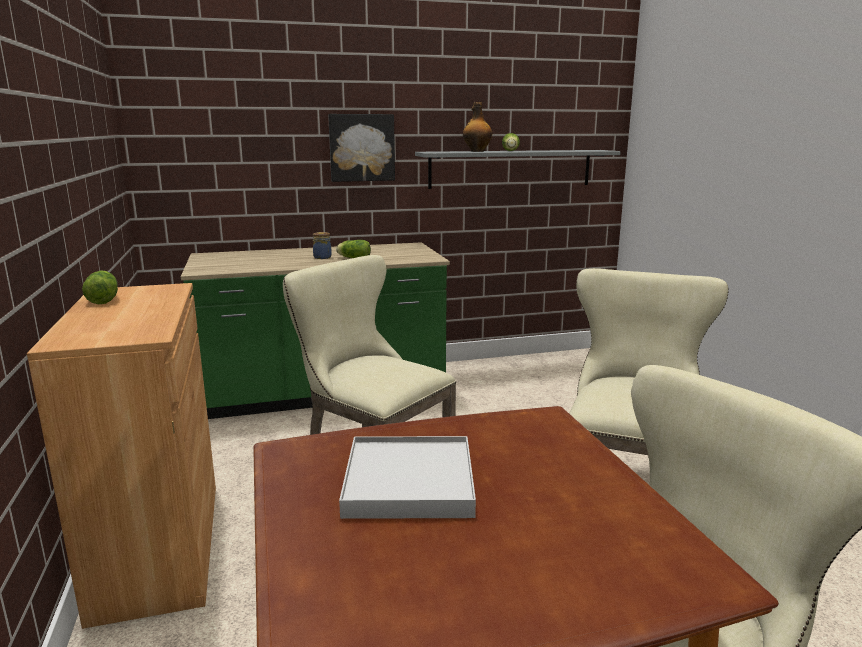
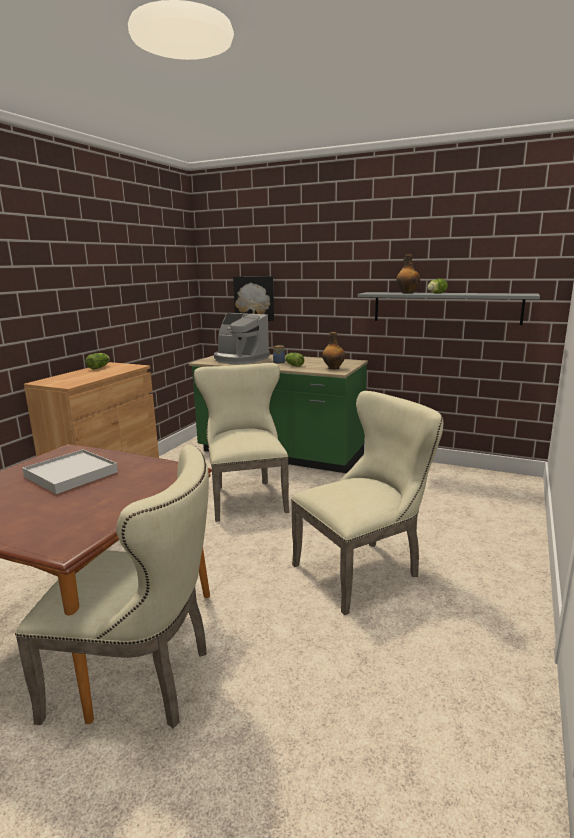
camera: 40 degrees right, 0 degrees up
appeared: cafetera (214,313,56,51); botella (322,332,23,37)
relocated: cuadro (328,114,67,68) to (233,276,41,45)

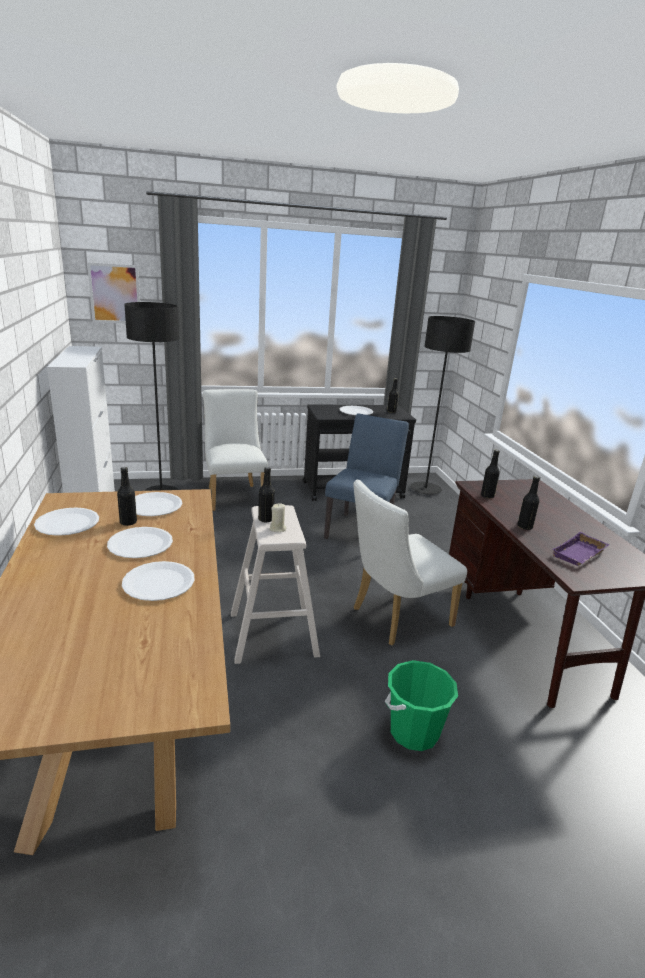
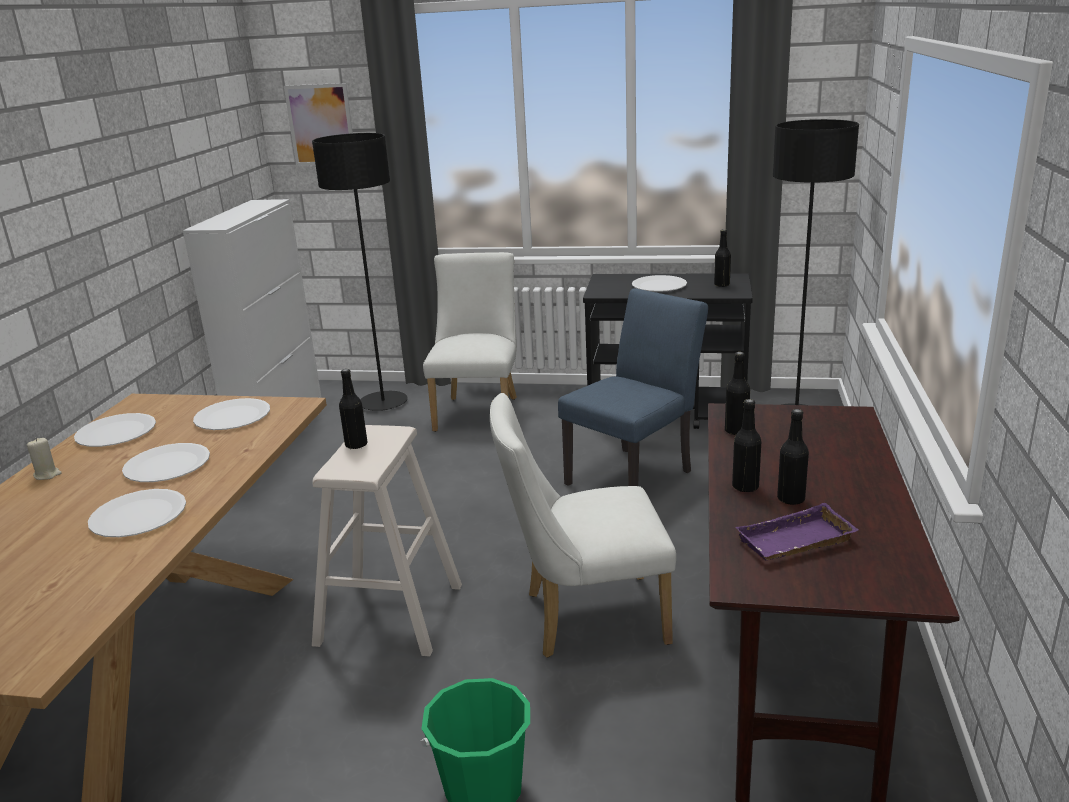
camera: 25 degrees right, 0 degrees up
relocated: botella/negro (117,467,20,59) to (777,409,32,96); vela/beis (269,503,18,29) to (27,438,35,42)

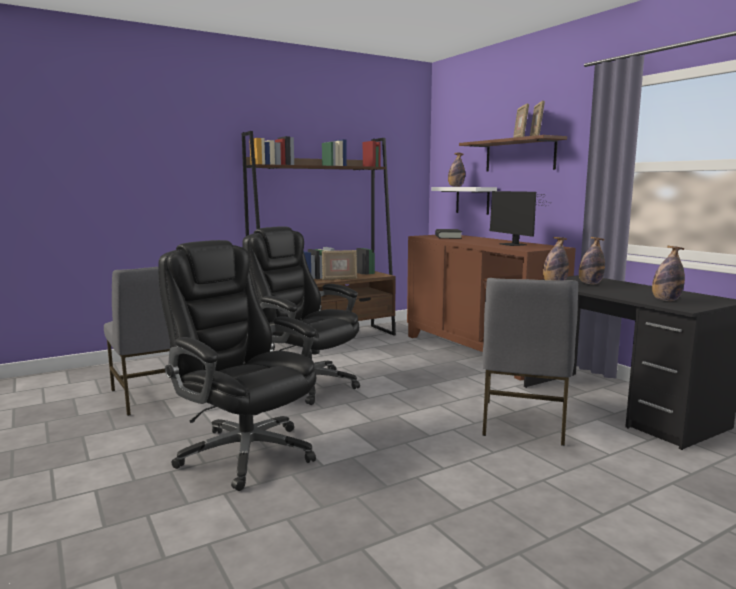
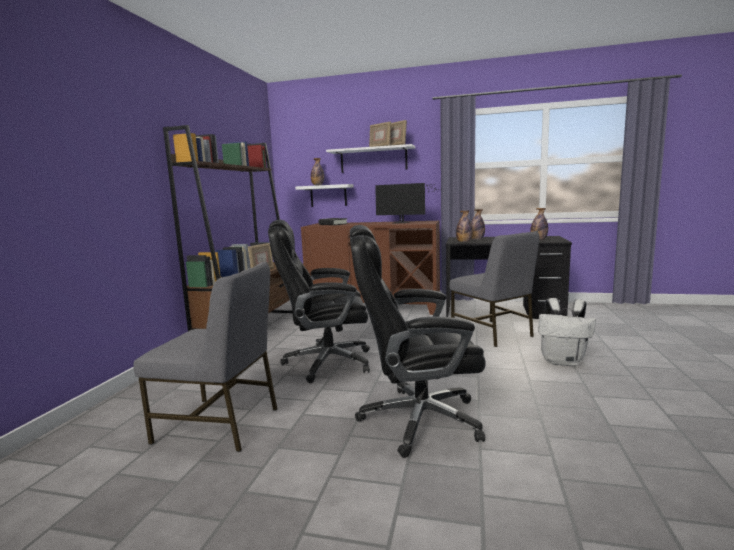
camera: 45 degrees left, 0 degrees up
appeared: mochila/blanco (538,298,58,68)
colour: estante/marrón (459,135,108,37) to estante/blanco (326,144,89,29)

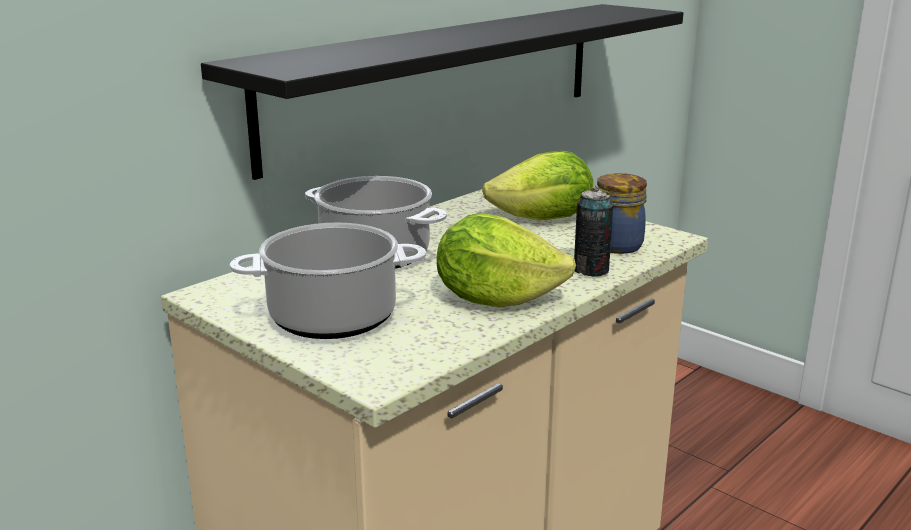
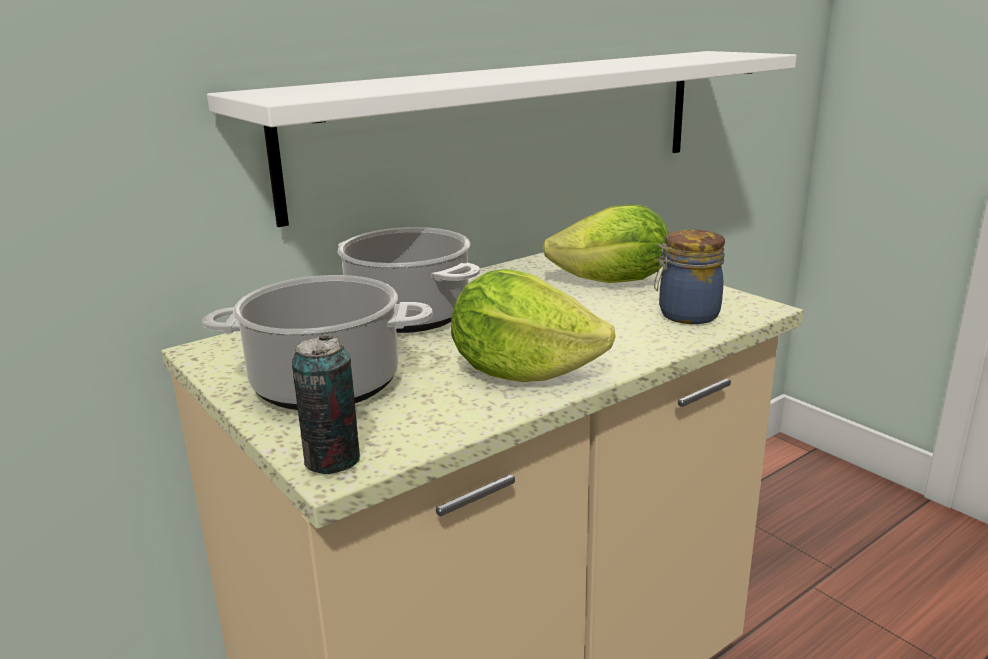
camera: 10 degrees right, 0 degrees up
relocated: lata (574,189,39,88) to (292,336,68,138)
colour: estante/negro (201,4,482,176) to estante/blanco (207,51,590,176)

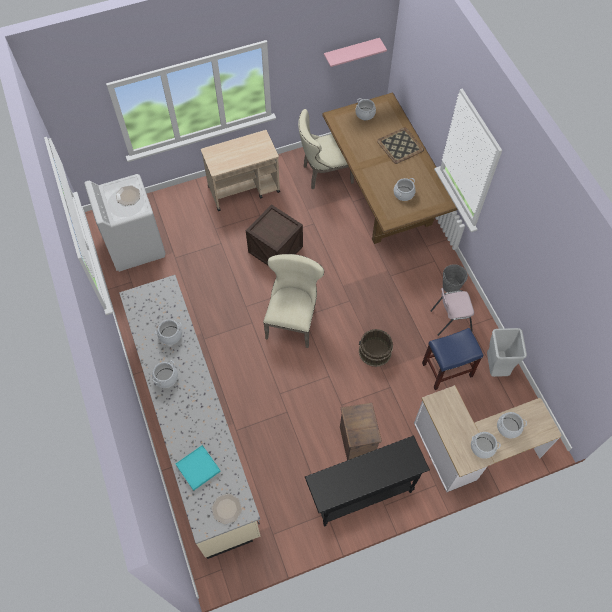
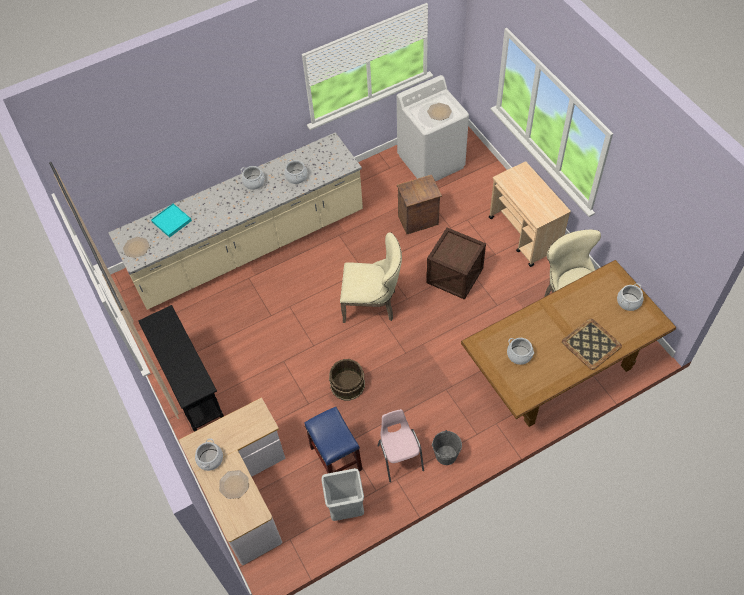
camera: 85 degrees right, 5 degrees down
missing: estante/rosa (324,38,63,29)
relocated: caja de embalaje (340,403,42,57) to (397,175,45,59)
exchanged: olla (497,412,30,26) to plato (219,470,30,29)

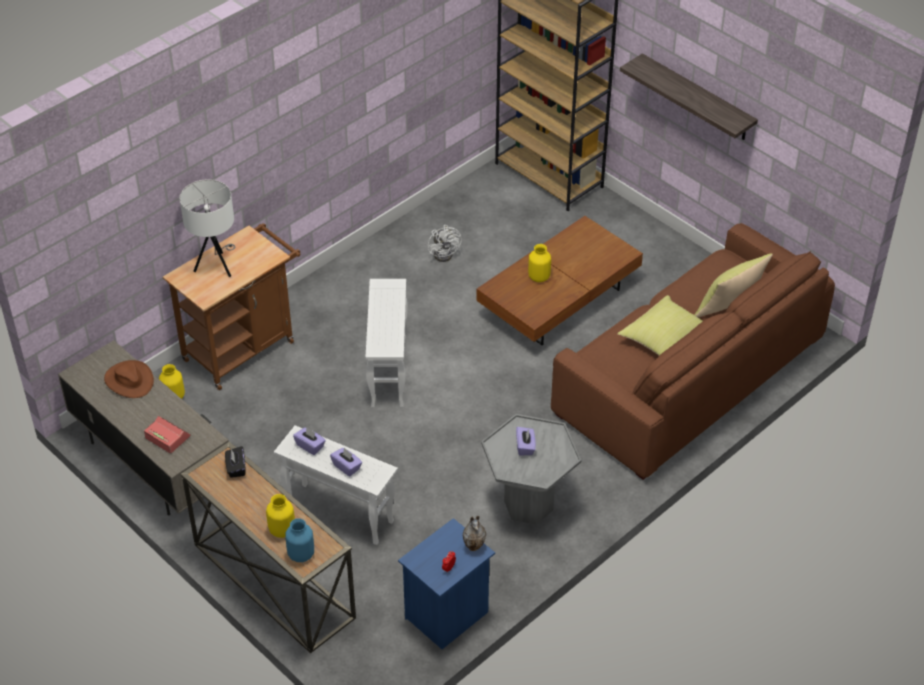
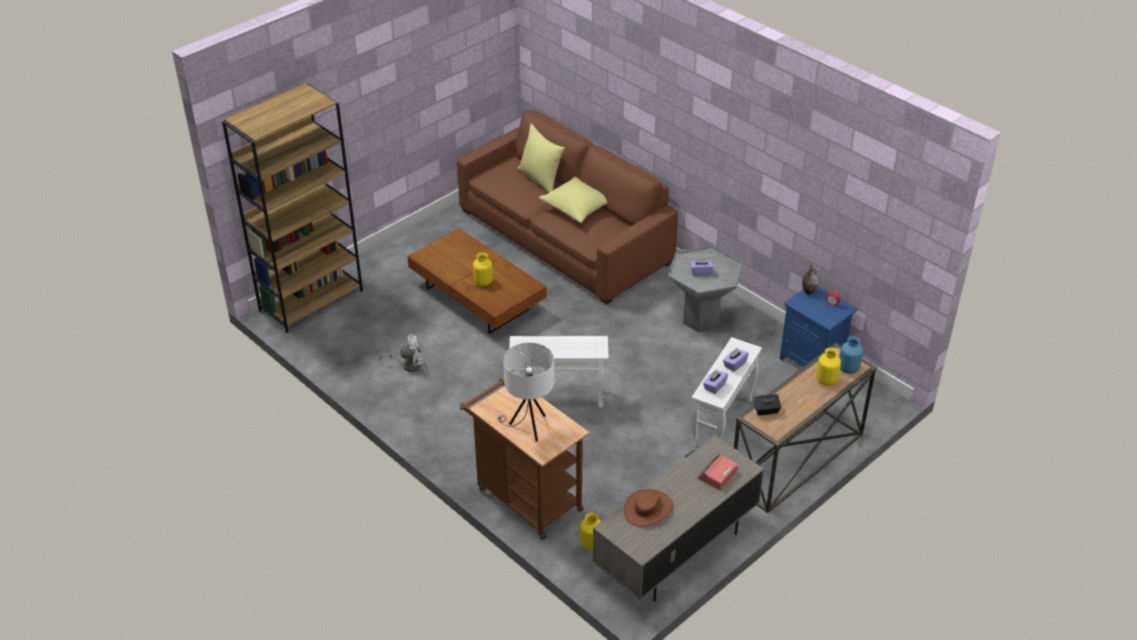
camera: 90 degrees left, 5 degrees down
missing: estante (620,53,138,87)

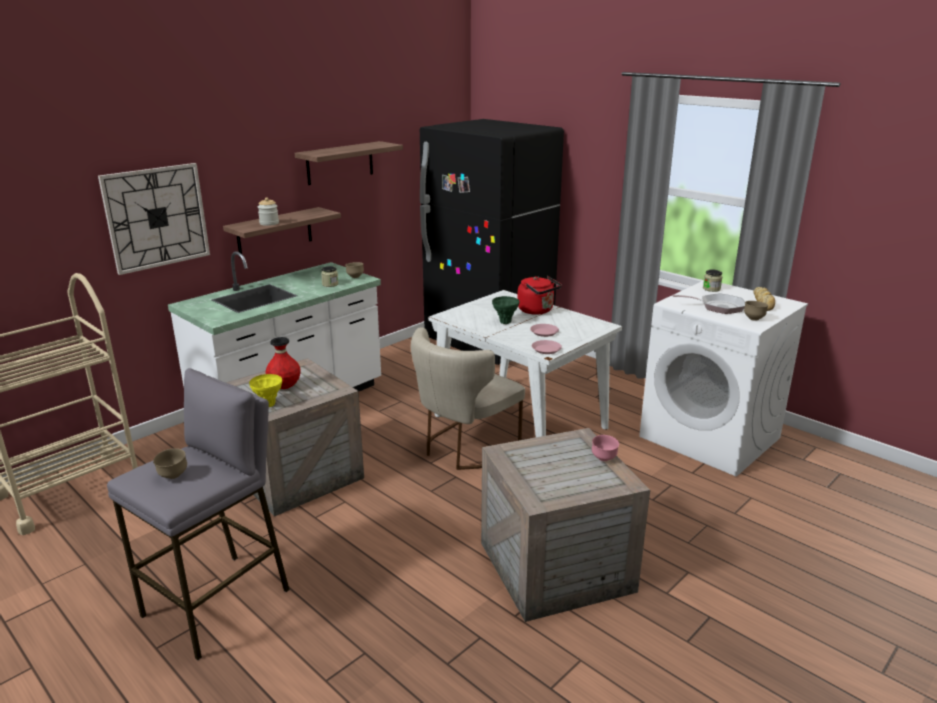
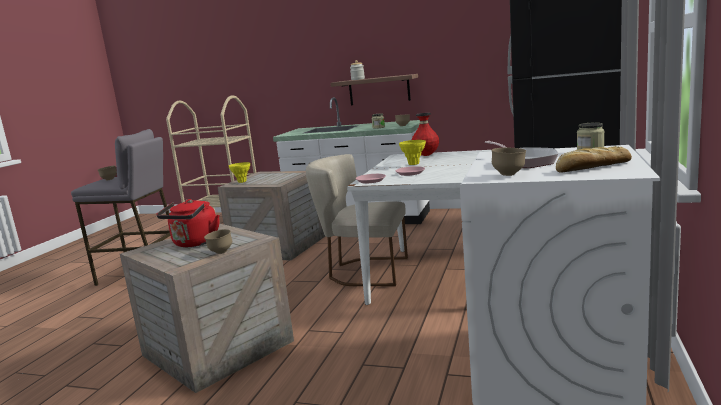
camera: 65 degrees right, 10 degrees down
missing: reloj de pared (98,163,112,112); estante (295,141,108,44)
relocated: florero/rojo (265,337,36,52) to (412,113,27,43); hervidor/rojo (517,276,45,39) to (156,199,64,48)
colour: florero/verde (492,296,27,28) to florero/amarillo (399,140,27,25); cuenco/rosa (592,435,27,26) to cuenco/marrón (204,229,28,25)

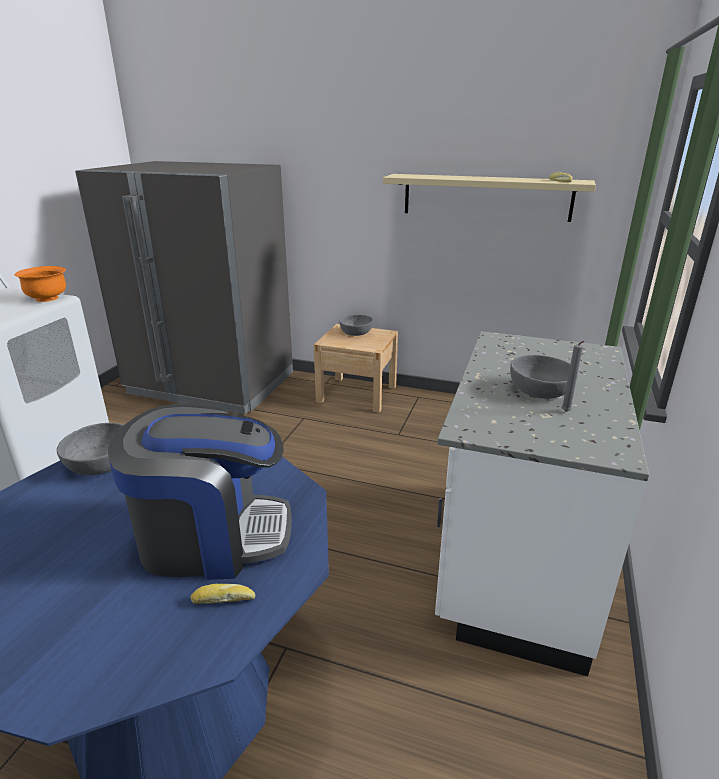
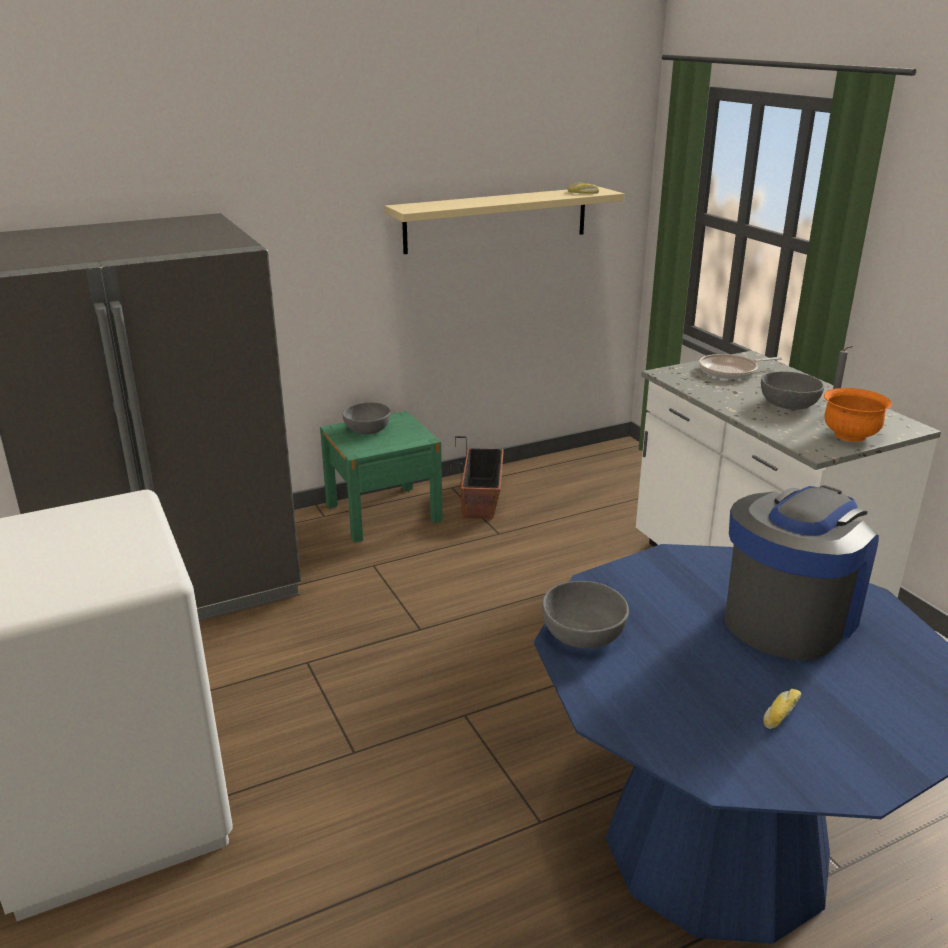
camera: 45 degrees left, 0 degrees up
appeared: maceta (450,436,54,83); sartén (699,354,84,25)
relocated: cuenco/naranja (15,266,51,36) to (824,388,68,54); pan (190,584,65,20) to (763,689,39,40)
colour: mesita de noche/beis (314,324,84,89) to mesita de noche/verde (320,411,123,131)

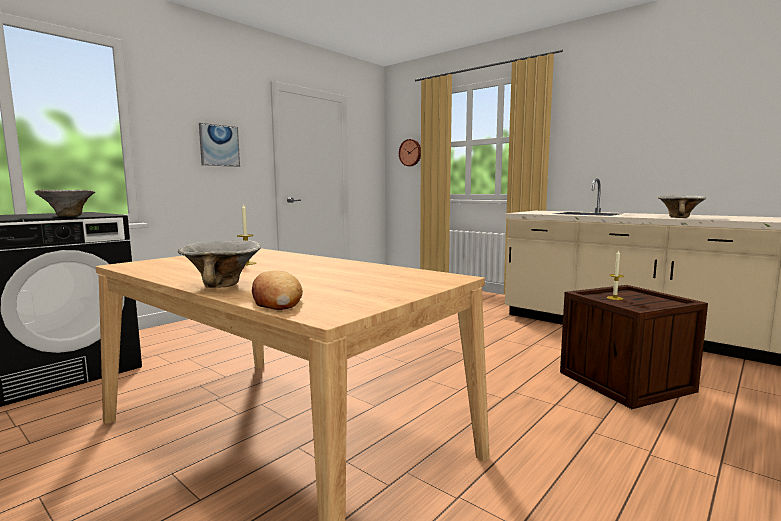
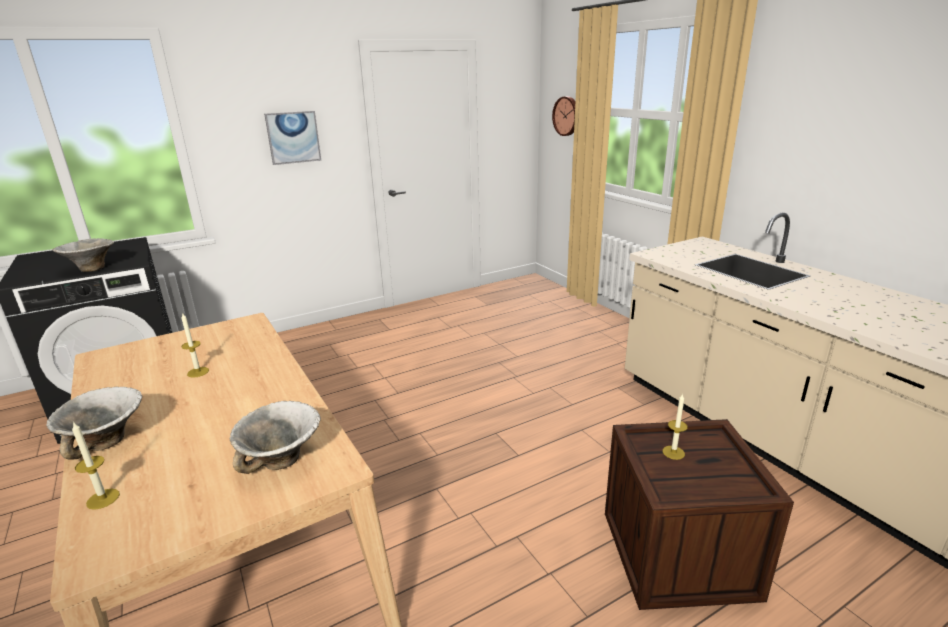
camera: 20 degrees right, 15 degrees up
relocated: cuenco (658,195,48,23) to (230,401,91,73)
exchanged: pan (252,270,51,40) to vela (72,422,48,88)

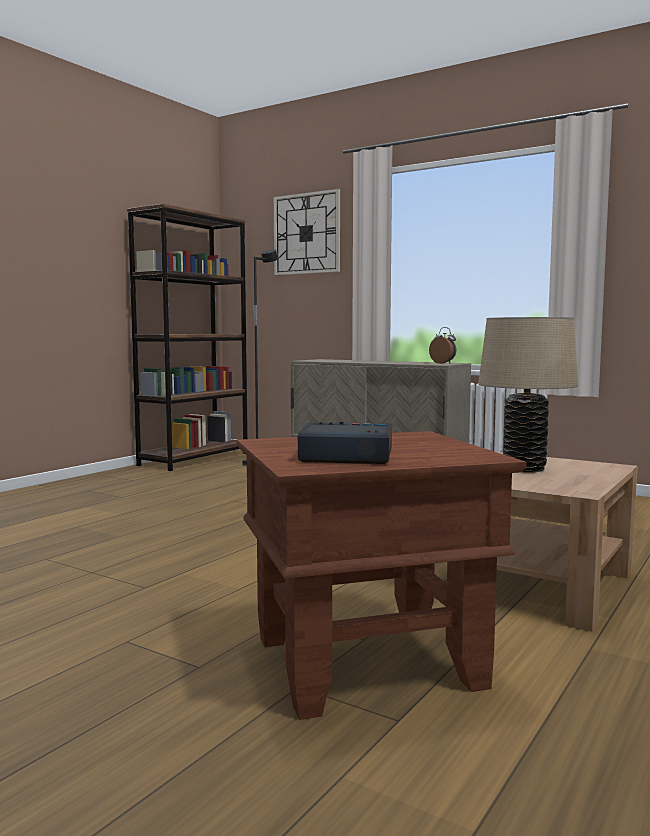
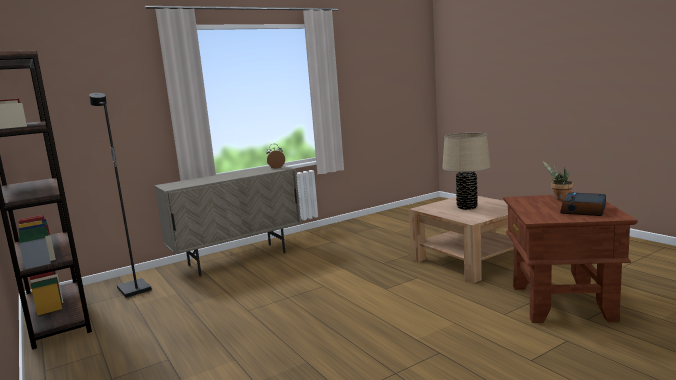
camera: 65 degrees left, 5 degrees up
missing: reloj de pared (274,189,66,86)
appeared: planta en maceta (542,161,31,39)

